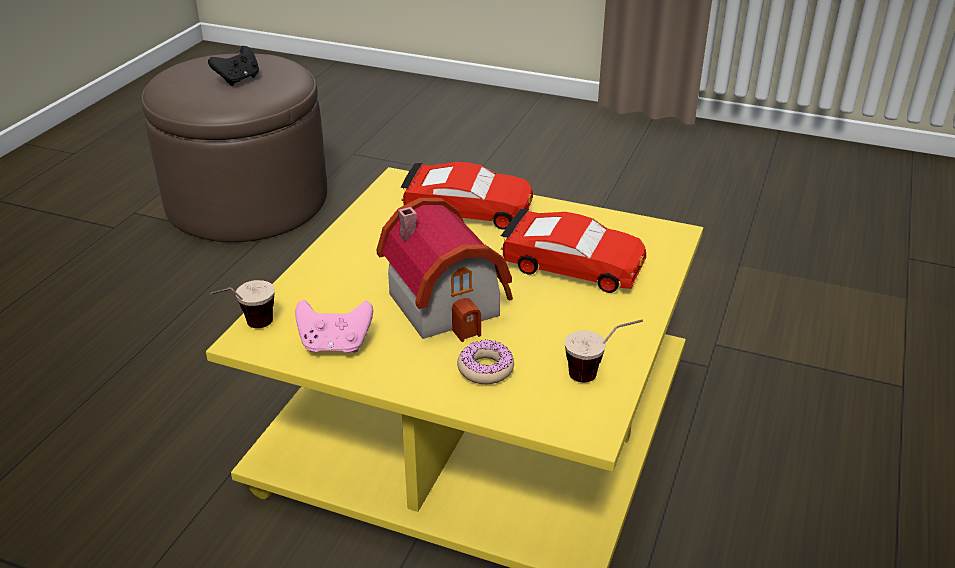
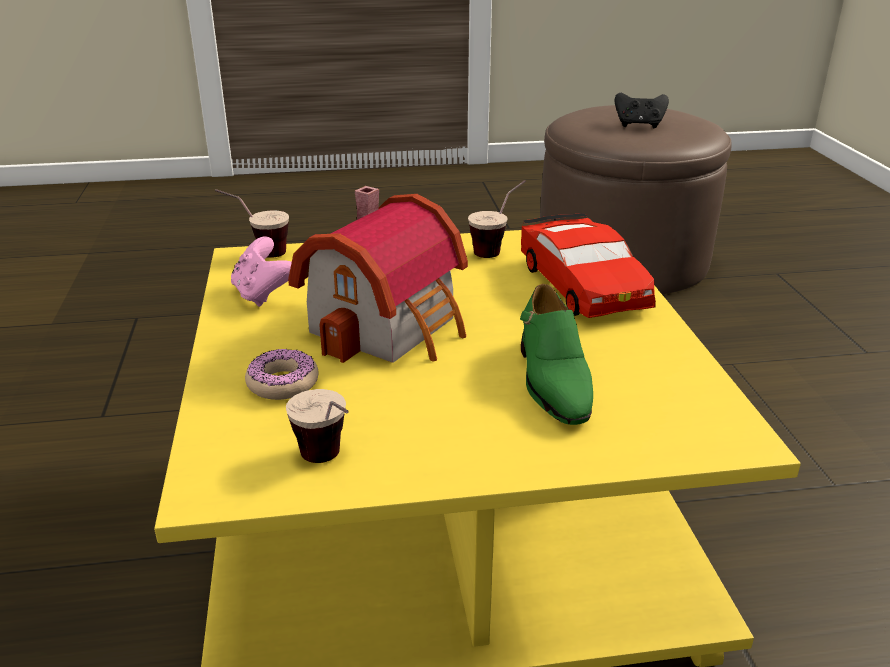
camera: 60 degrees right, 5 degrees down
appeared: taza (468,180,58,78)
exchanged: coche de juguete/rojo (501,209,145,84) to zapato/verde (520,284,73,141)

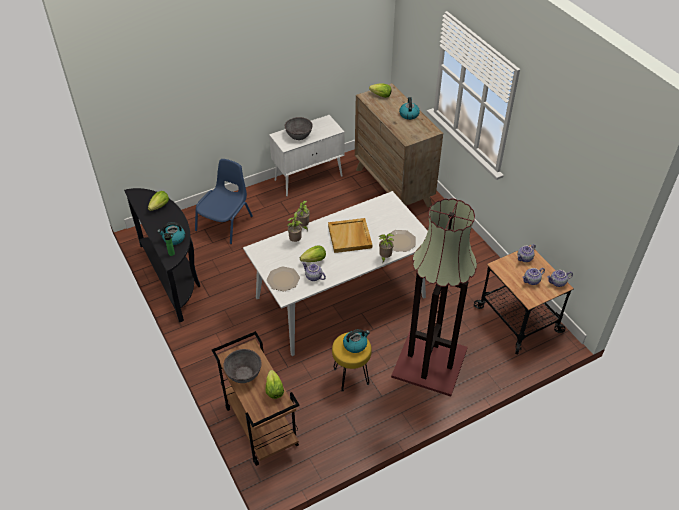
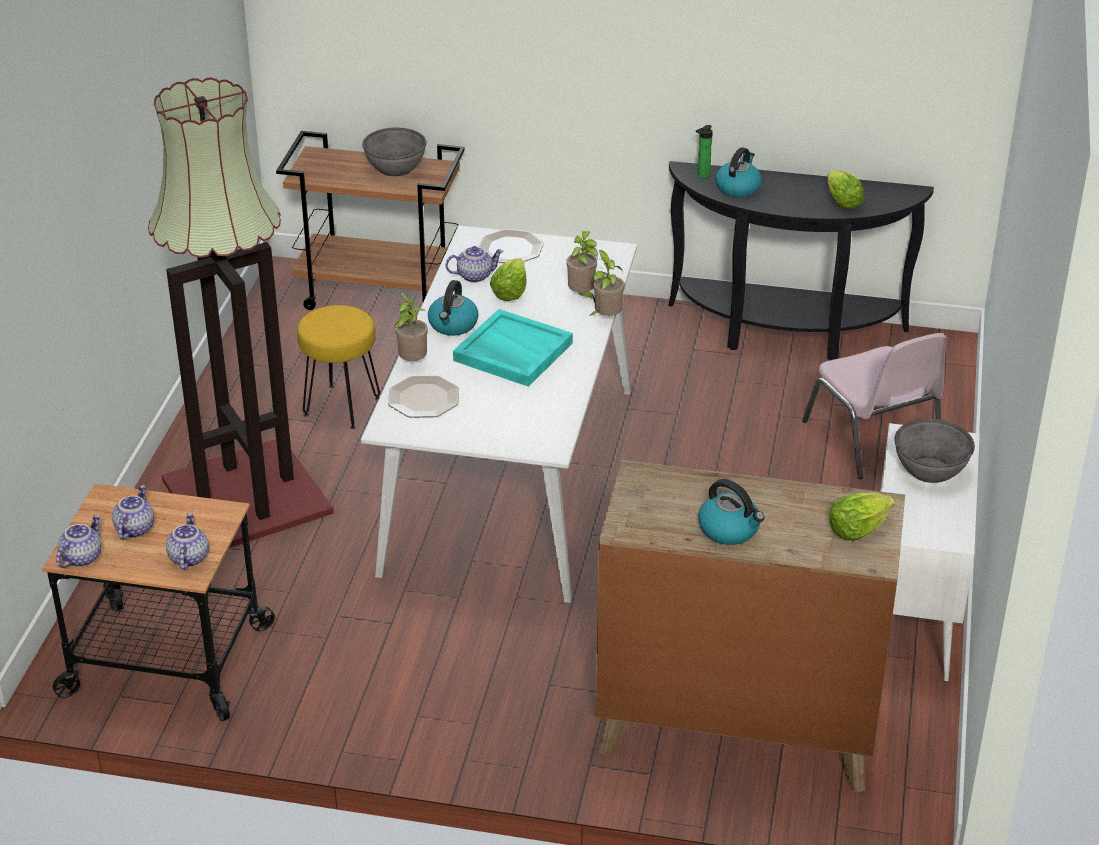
camera: 130 degrees right, 10 degrees down
missing: lechuga (266,370,18,29)
relocated: hervidor (343,329,27,24) to (428,280,51,56)
colour: silla/azul (195,159,58,85) to silla/rosa (802,333,145,146); bandeja/beis (328,218,44,35) to bandeja/turquesa (453,309,120,78)

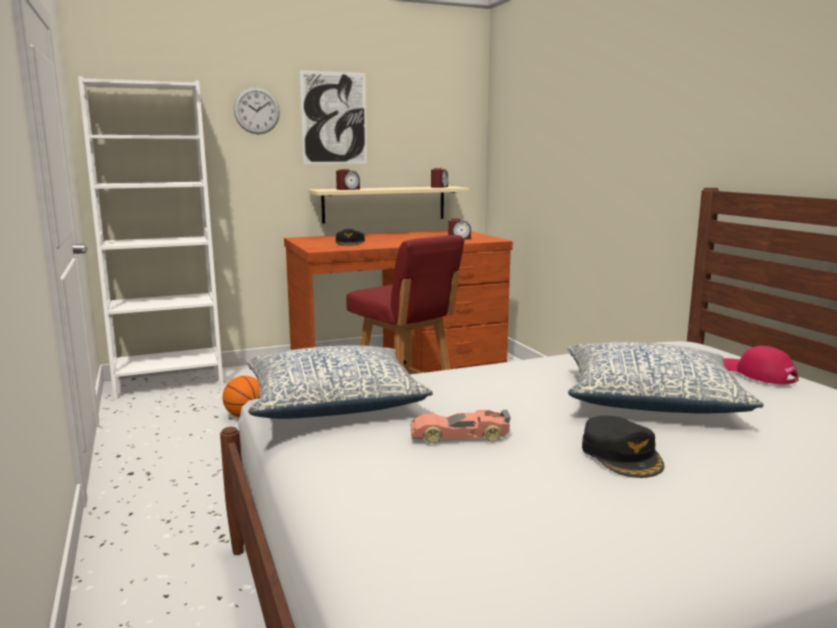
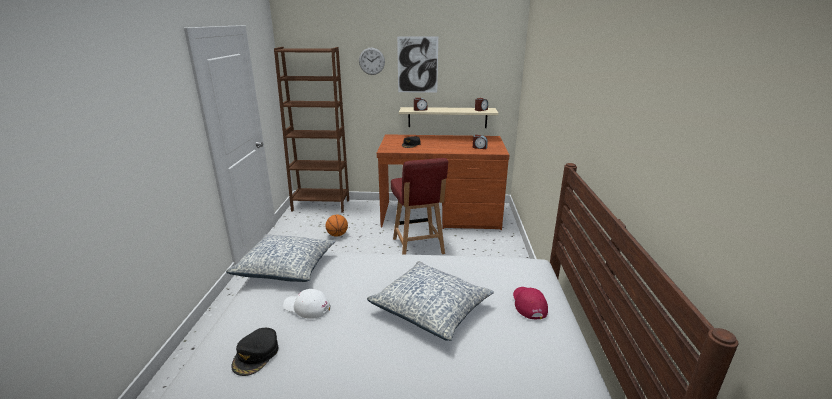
camera: 25 degrees right, 10 degrees up
relocated: gorra/negro (582,416,82,62) to (231,328,47,48)
exchanged: coche de juguete (411,410,100,33) to gorra/blanco (283,289,48,30)
colour: estantería/blanco (78,76,146,324) to estantería/marrón (274,47,75,166)

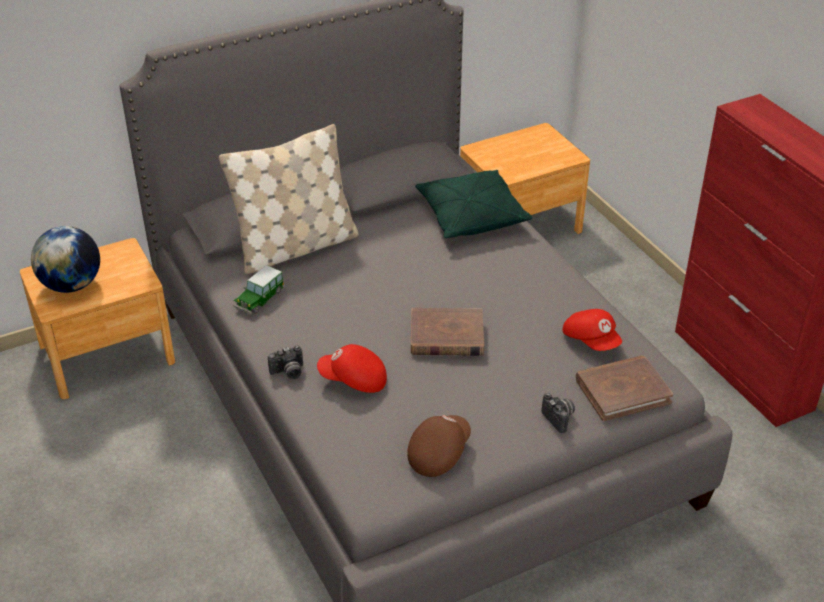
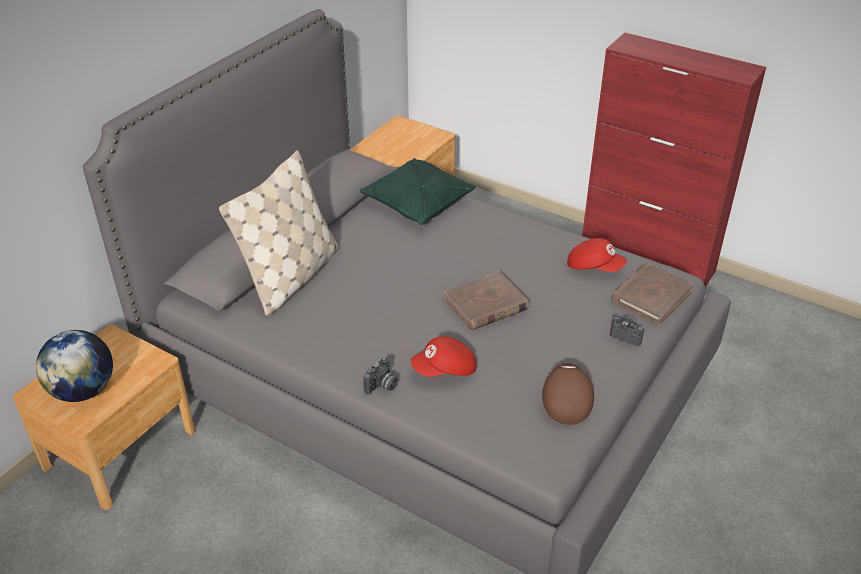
camera: 30 degrees left, 0 degrees up
missing: coche de juguete (234,265,51,50)

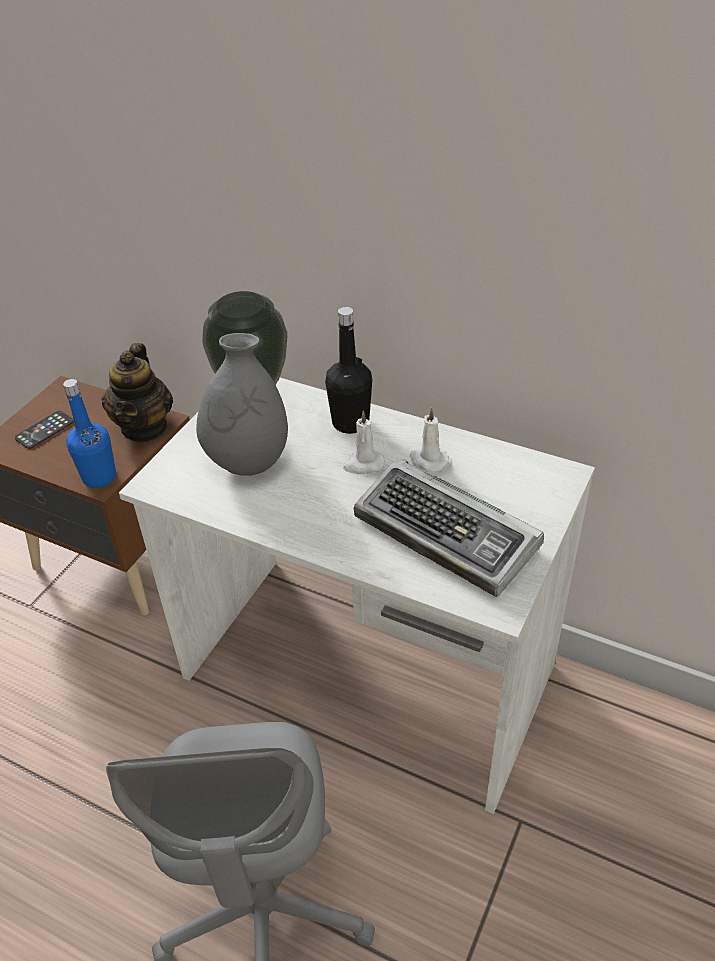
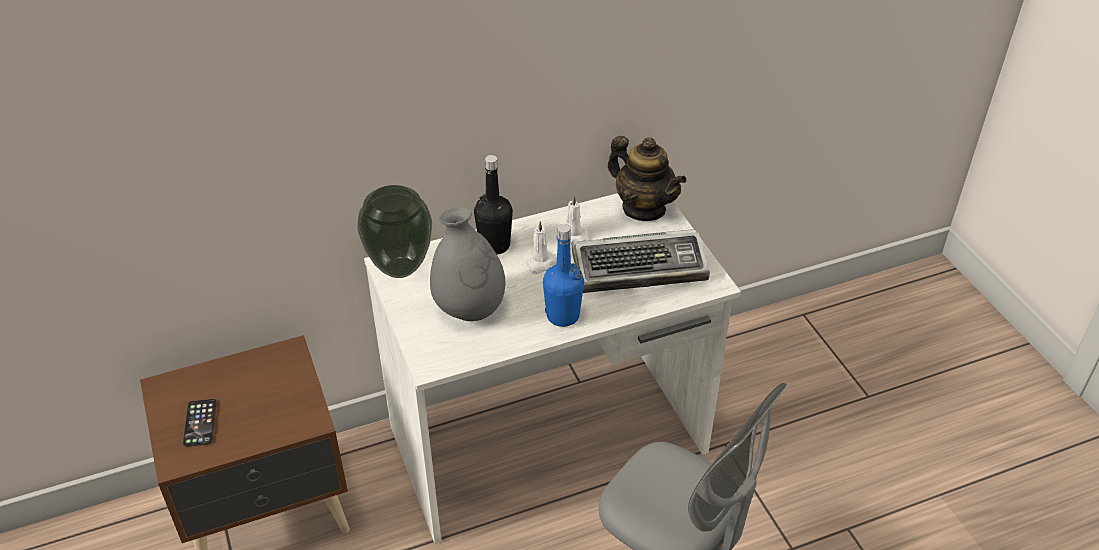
camera: 50 degrees left, 0 degrees up
relocated: botella/azul (63,379,53,109) to (543,224,41,103); tetera (102,343,71,99) to (608,136,79,85)

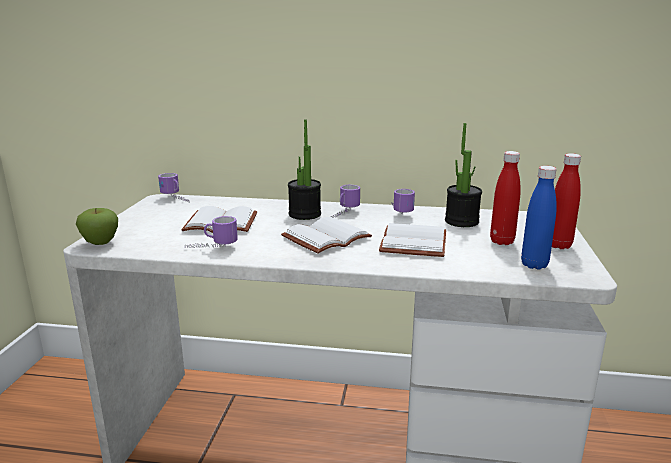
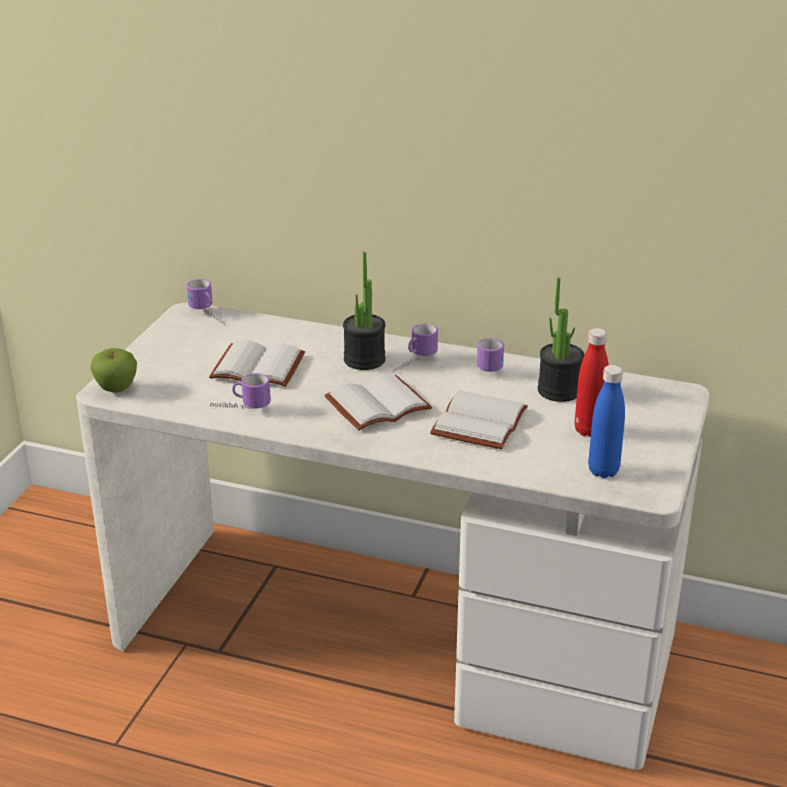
camera: 10 degrees right, 10 degrees up
missing: botella/rojo (552,153,29,96)

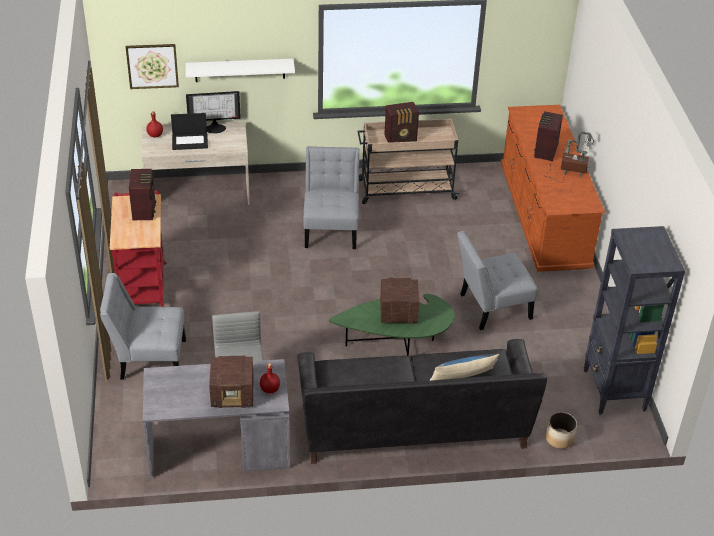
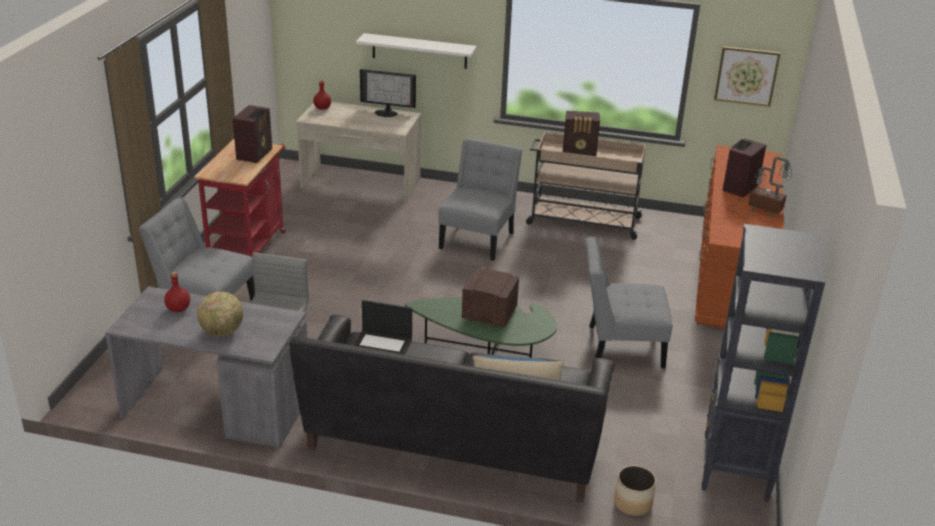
camera: 20 degrees right, 10 degrees down
relocated: cuadro (126,44,53,45) to (714,46,67,61); portátil (171,113,37,37) to (353,300,59,55); botella/rojo (260,363,20,30) to (164,272,26,40)
exchanged: radio (209,356,45,52) to globo terráqueo (197,291,46,45)

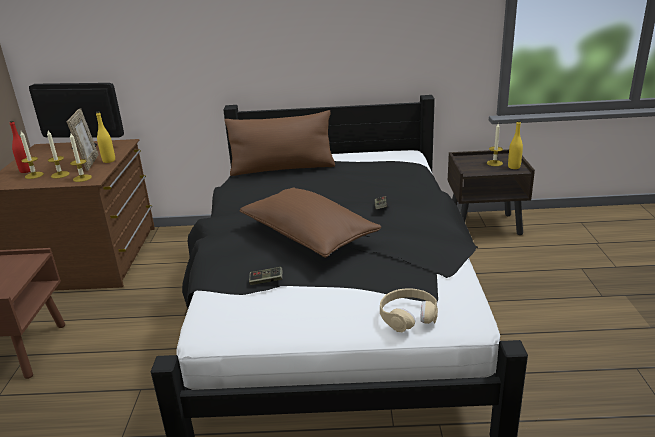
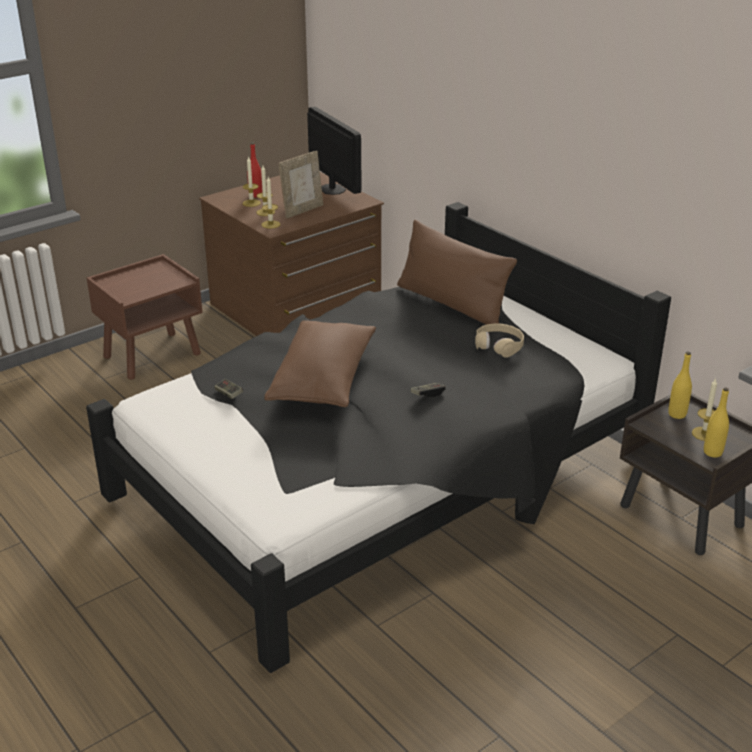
camera: 50 degrees right, 5 degrees up
relocated: botella/amarillo (96,112,19,51) to (668,351,24,68); auriculares/beis (380,288,58,44) to (475,323,49,34)

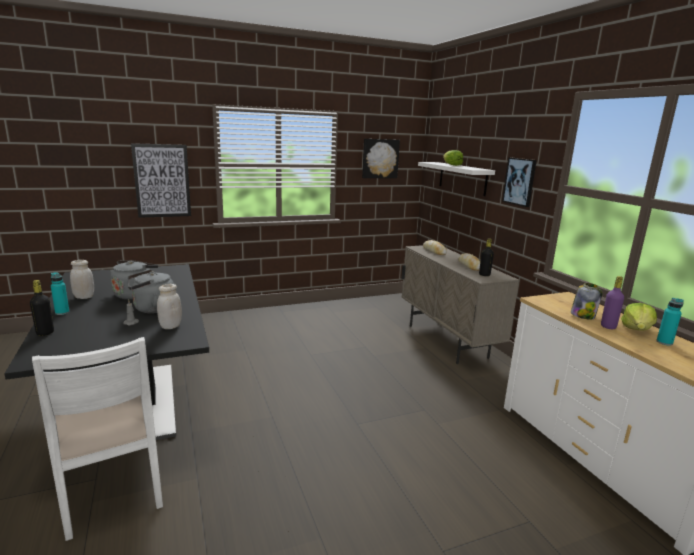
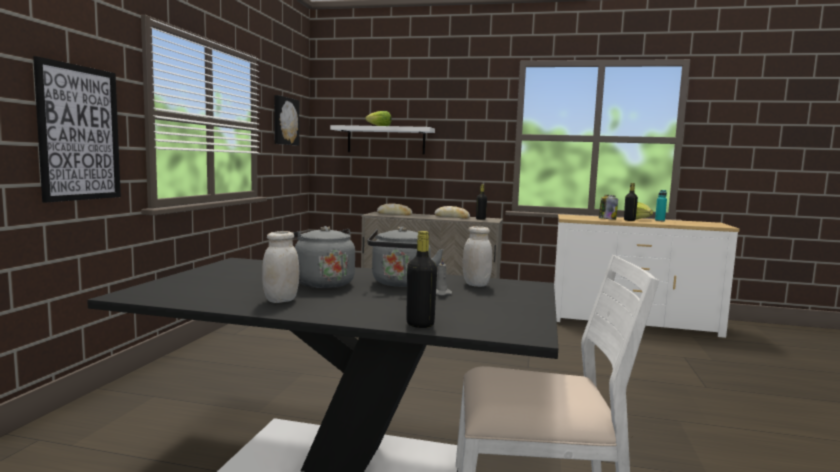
camera: 55 degrees left, 10 degrees down
missing: botella/turquesa (51,272,19,43); cuadro (502,157,35,50)
colour: botella/morado (601,276,23,53) to botella/negro (624,183,14,38)

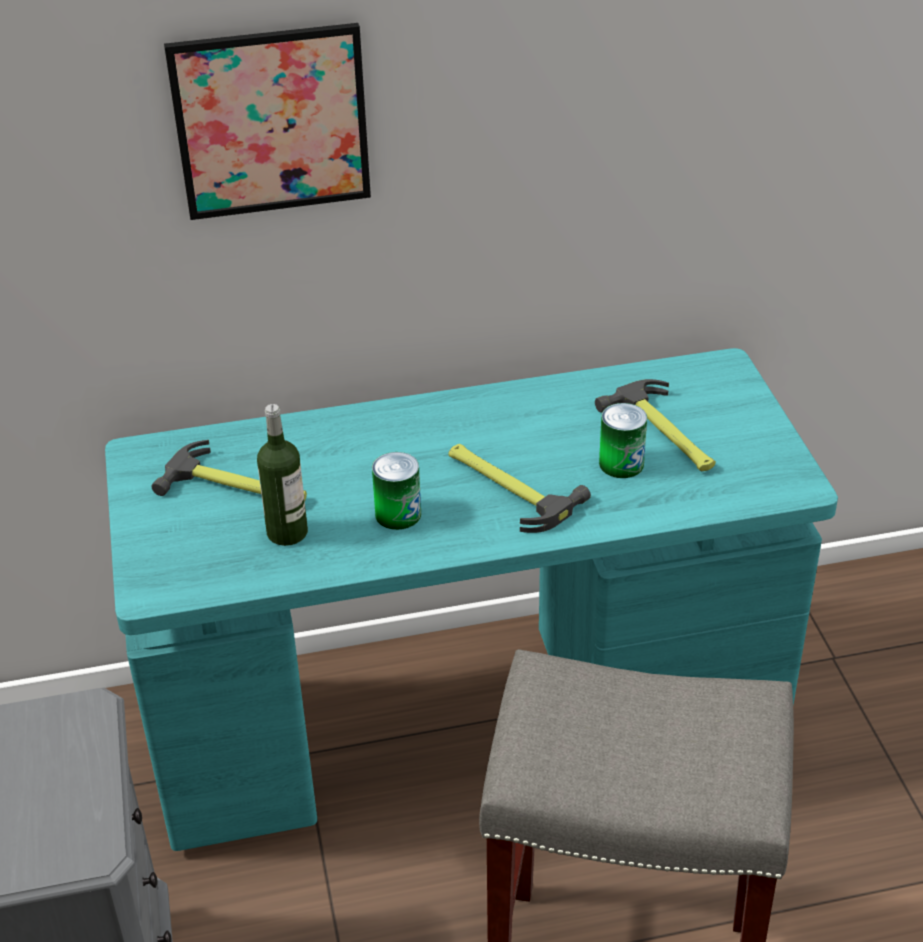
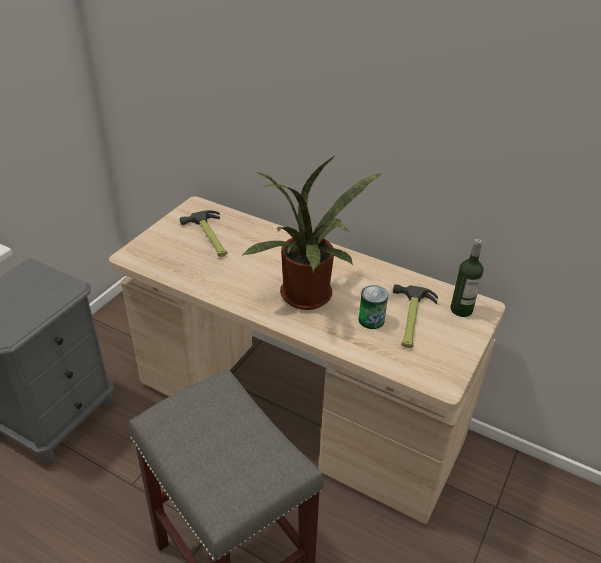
camera: 40 degrees right, 0 degrees up
missing: cuadro (164,23,207,197); lata (372,452,49,78)
relocated: botella (257,404,51,142) to (450,239,34,78)
exchanged: martillo (448,444,143,89) to planta en maceta (242,154,141,156)
colour: escritorio/turquesa (105,348,733,503) to escritorio/beis (109,196,396,327)

